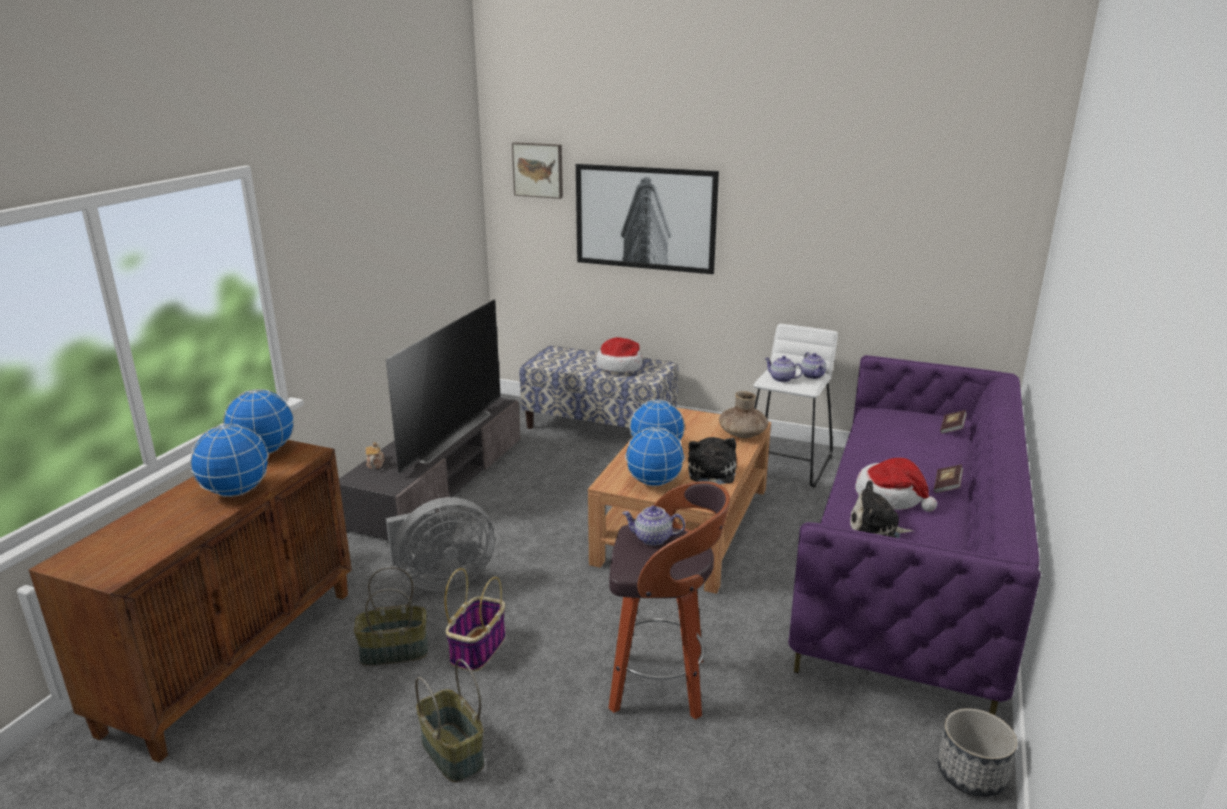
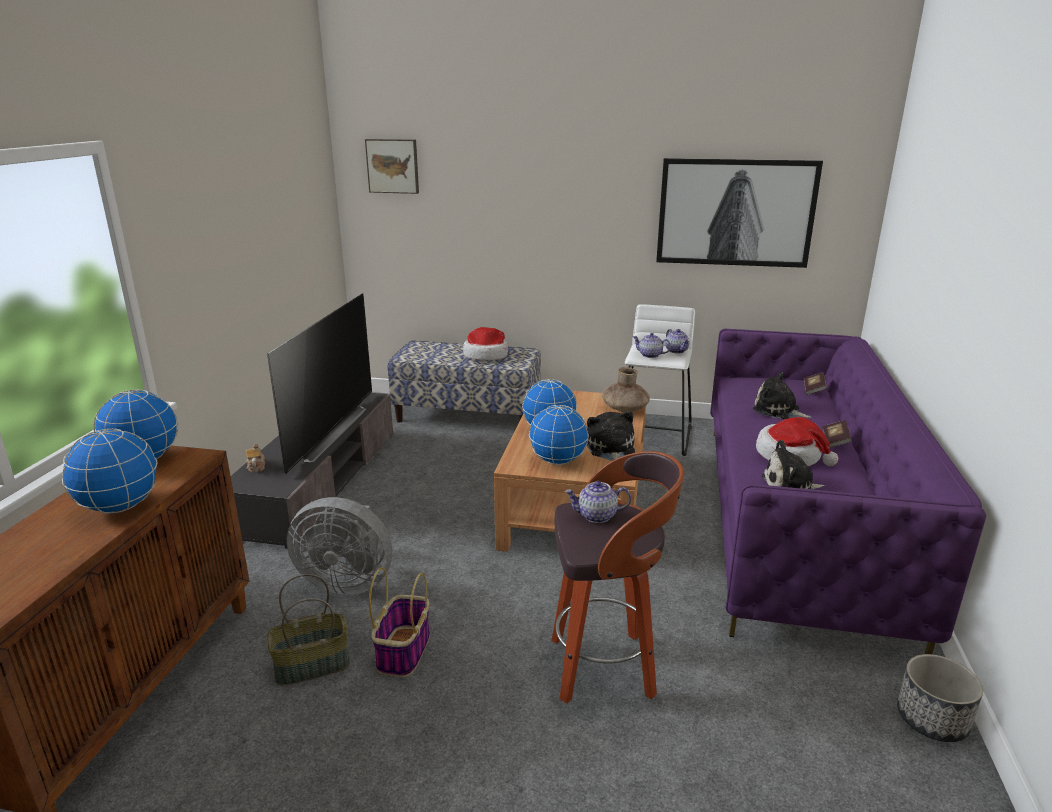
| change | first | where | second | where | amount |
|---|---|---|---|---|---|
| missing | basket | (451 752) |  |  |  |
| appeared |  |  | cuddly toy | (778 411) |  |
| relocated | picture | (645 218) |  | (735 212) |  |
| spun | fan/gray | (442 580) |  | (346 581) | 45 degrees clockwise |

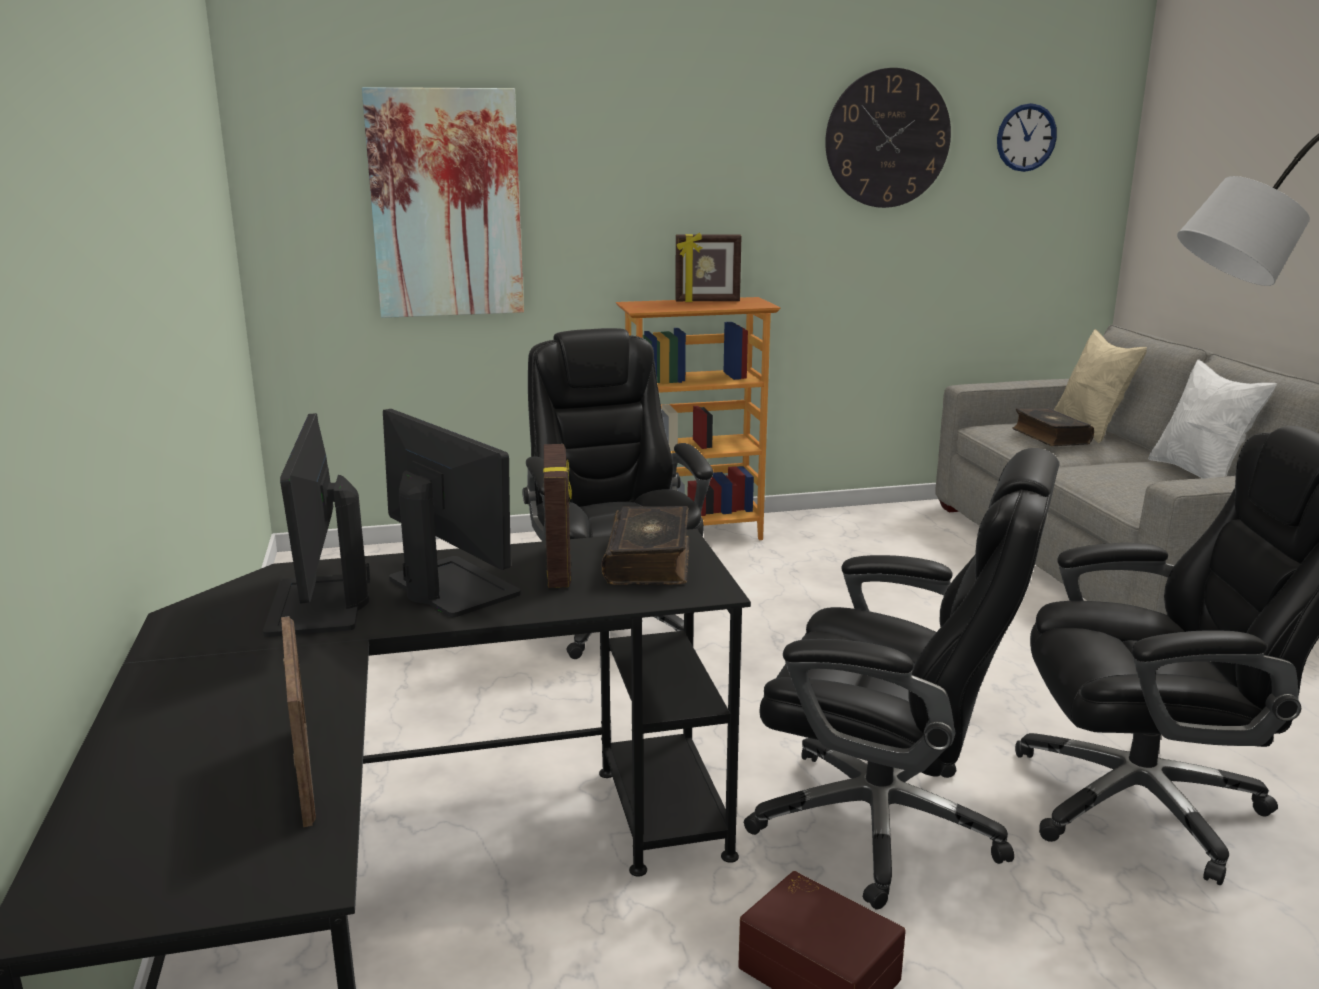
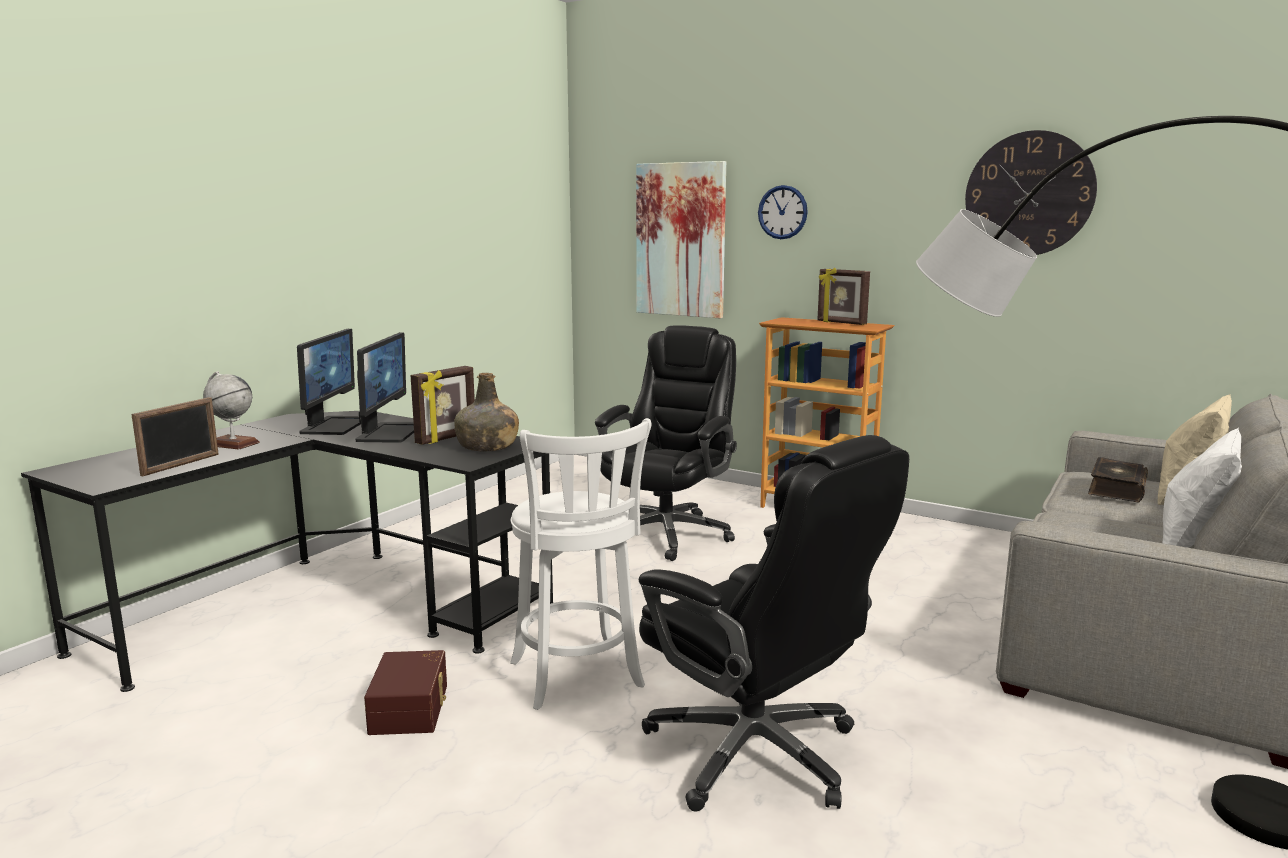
| change | first | where | second | where | amount |
|---|---|---|---|---|---|
| appeared |  |  | world globe | (233 444) |  |
| relocated | hanging clock | (1026 137) |  | (782 212) |  |
| exchanged | volume | (650 560) | bottle/green-coloured | (487 446) |  |
| exchanged | computer chair/blackish | (885 824) | stool/white | (578 678) |  |
| spun | monitor | (319 605) |  | (333 426) | 150 degrees clockwise |

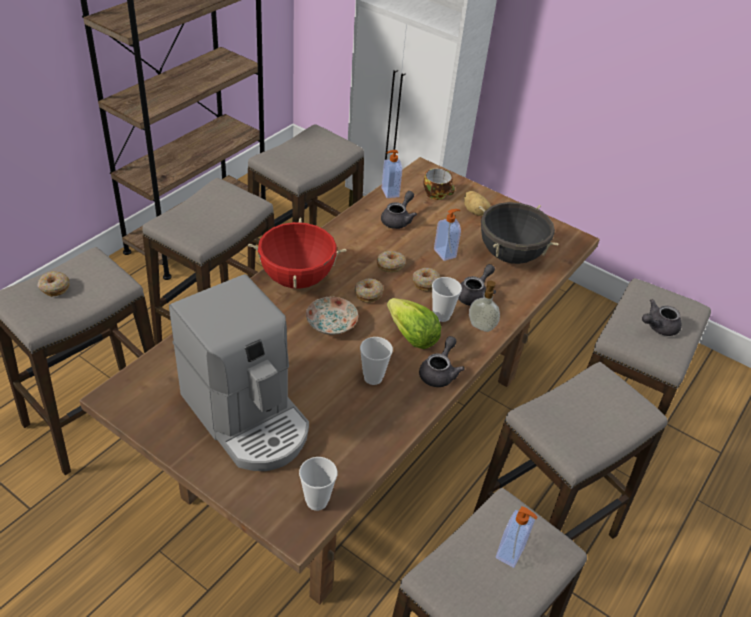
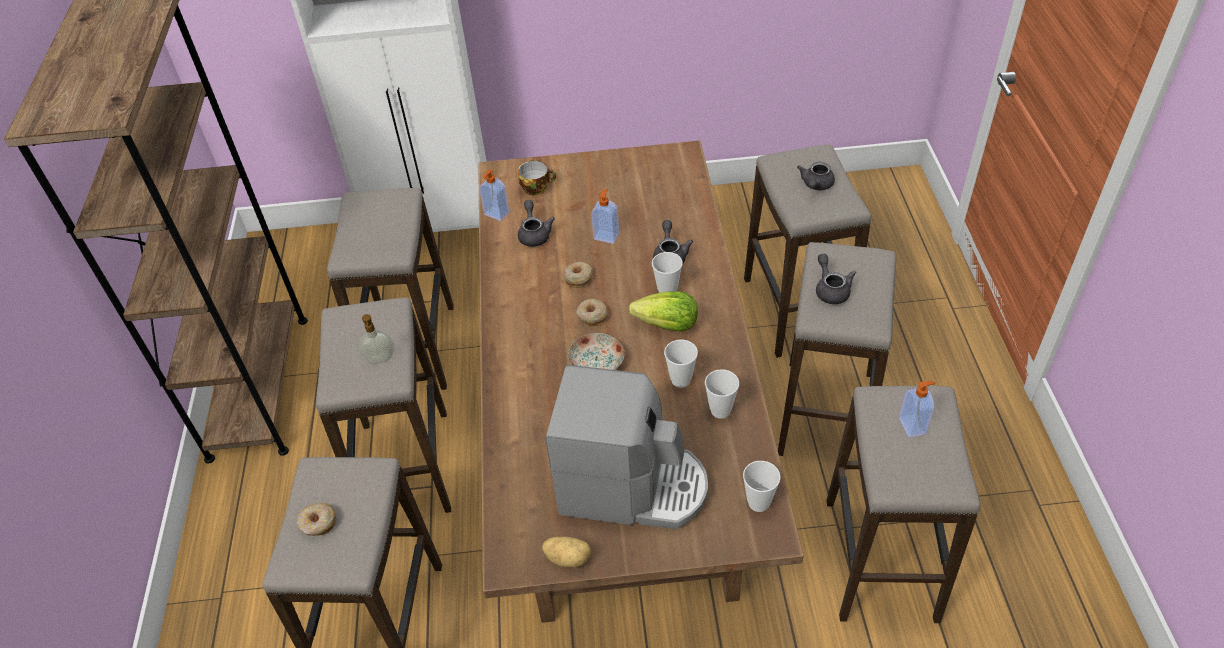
| change | first | where | second | where | amount |
|---|---|---|---|---|---|
| missing | saucepot/reddish | (297 279) |  |  |  |
| missing | doughnut | (425 283) |  |  |  |
| missing | saucepot/blackish | (510 255) |  |  |  |
| appeared |  |  | drinking cup | (720 410) |  |
| relocated | pot for tea/gray | (439 372) |  | (831 289) |  |
| relocated | spud | (475 212) |  | (568 557) |  |
| relocated | liquid soap bottle | (481 327) |  | (380 359) |  |

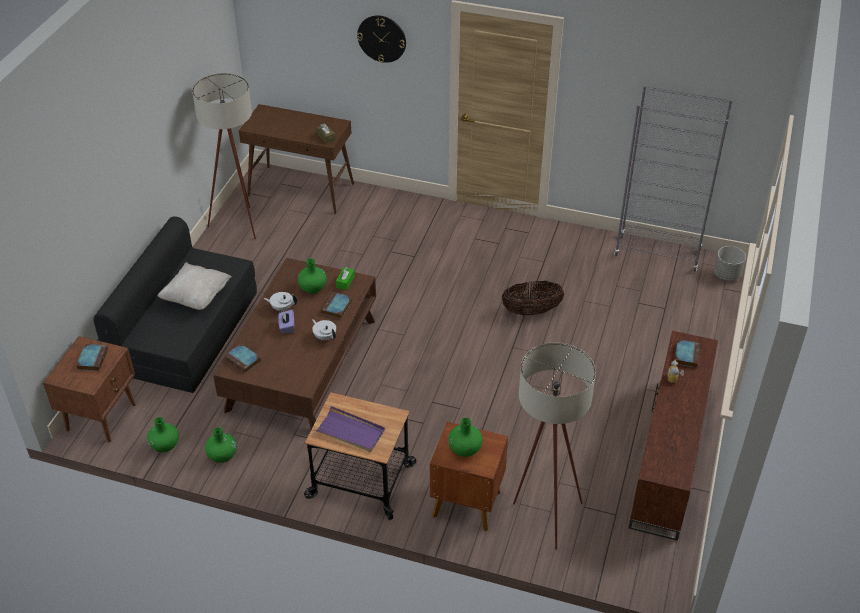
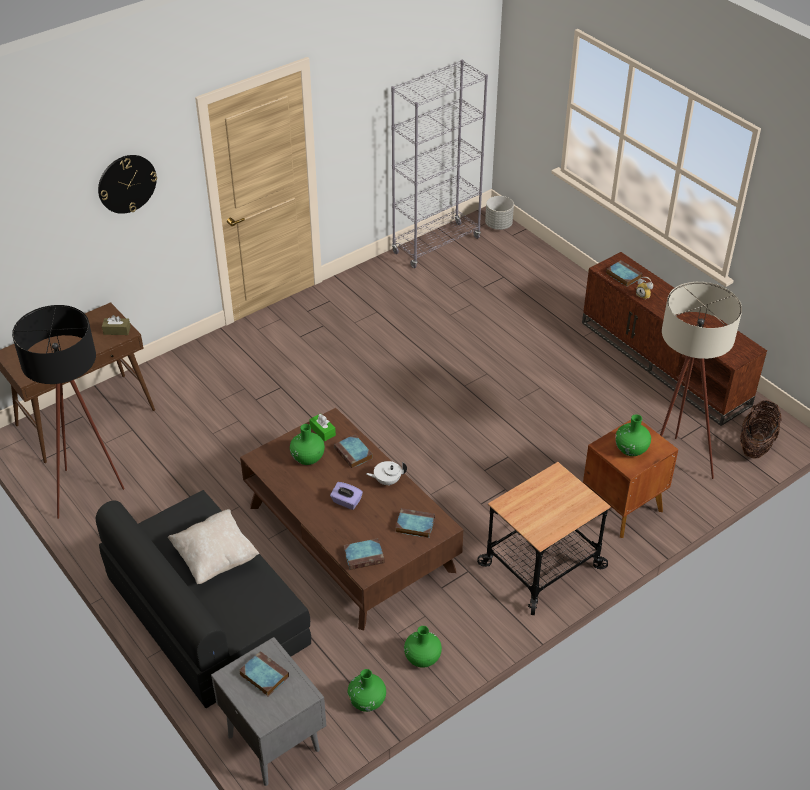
| change | first | where | second | where | amount |
|---|---|---|---|---|---|
| missing | pot for tea/white | (282 308) |  |  |  |
| missing | carrying tray/purplish | (350 431) |  |  |  |
| appeared |  |  | volume | (414 525) |  |
| relocated | basket | (531 311) |  | (756 445) |  |
| colour | bedside table/brownish | (102 416) | bedside table/gray | (273 741) |  |
| colour | floor lamp/beige-coloured | (241 227) | floor lamp/blackish | (91 492) |  |

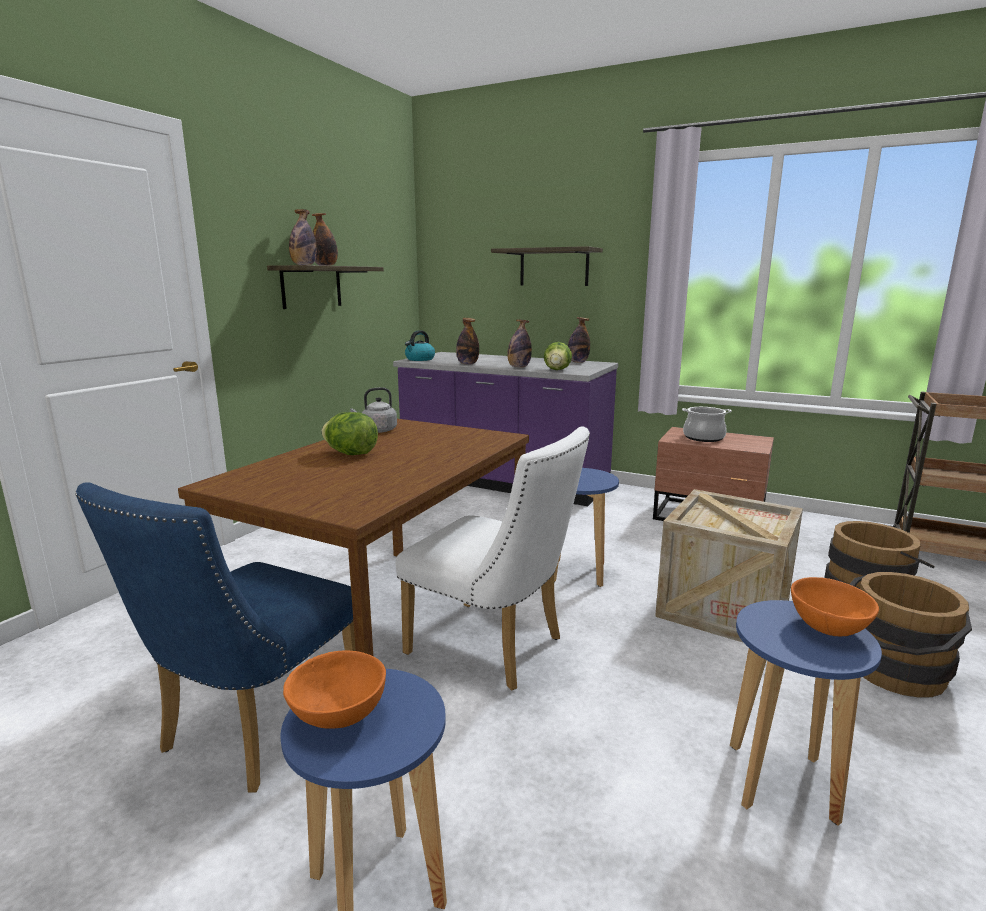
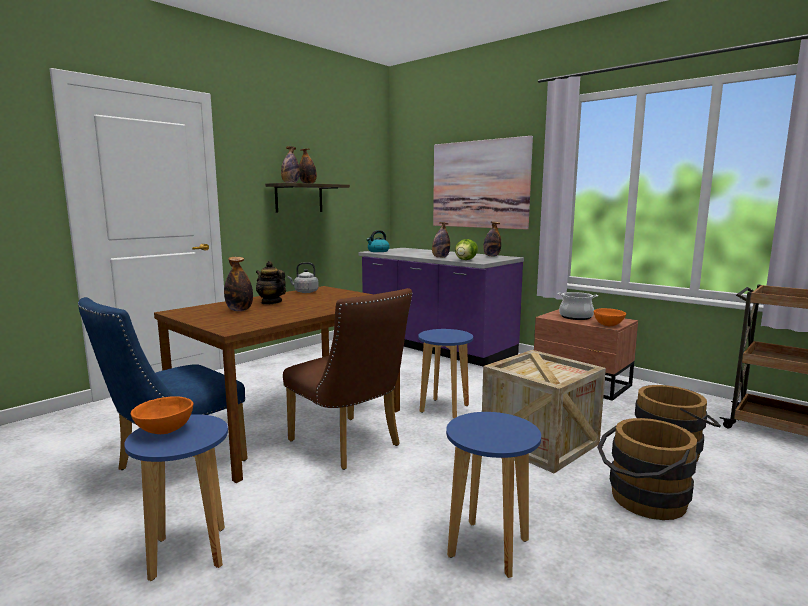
| change | first | where | second | where | amount |
|---|---|---|---|---|---|
| relocated | bottle | (467 364) |  | (239 310) |  |
| relocated | serving bowl/orangey | (829 628) |  | (609 325) |  |
| exchanged | lettuce | (351 454) | pot for tea | (271 302) |  |
| exchanged | wall shelf | (554 267) | picture | (480 184) |  |
| colour | plain chair/white | (495 649) | plain chair/brownish | (350 446) |  |

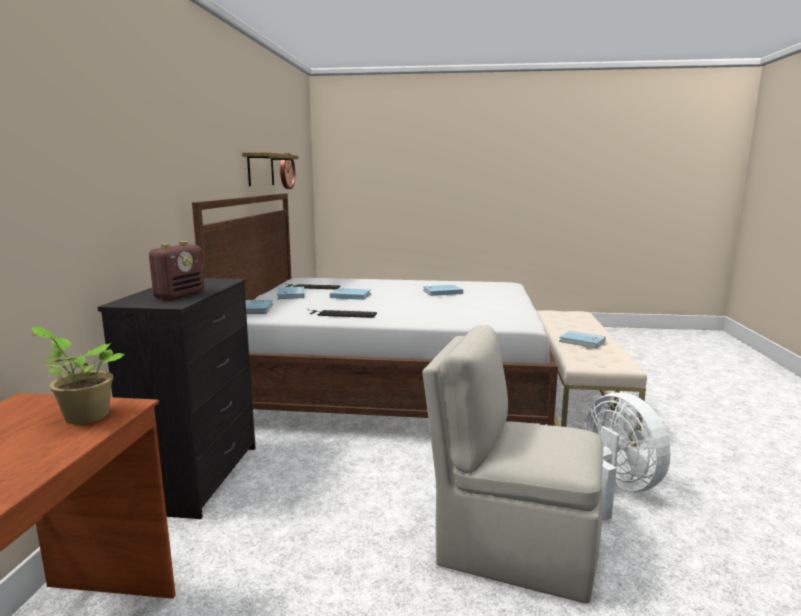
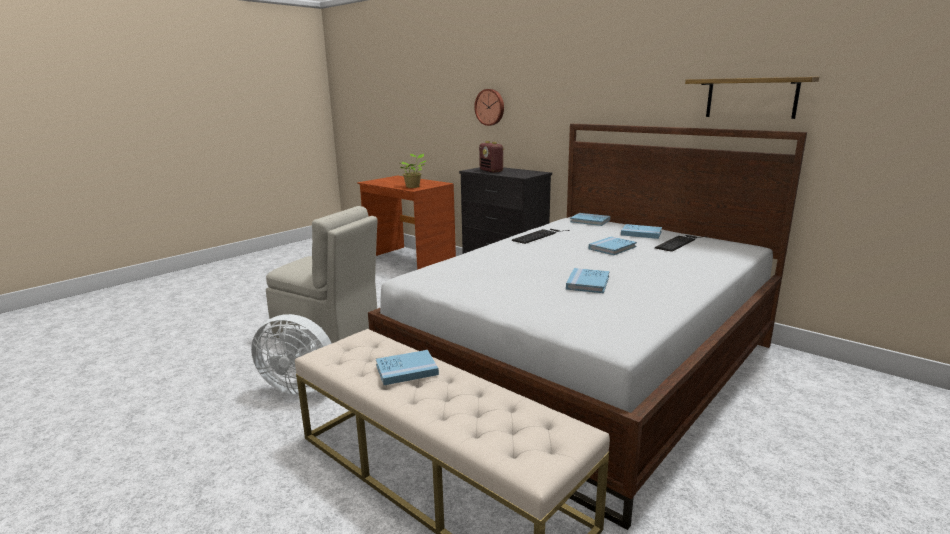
| change | first | where | second | where | amount |
|---|---|---|---|---|---|
| relocated | hanging clock | (285 171) |  | (490 107) |  |
| spun | plain chair/beige-coloured | (513 547) |  | (328 332) | 60 degrees clockwise |

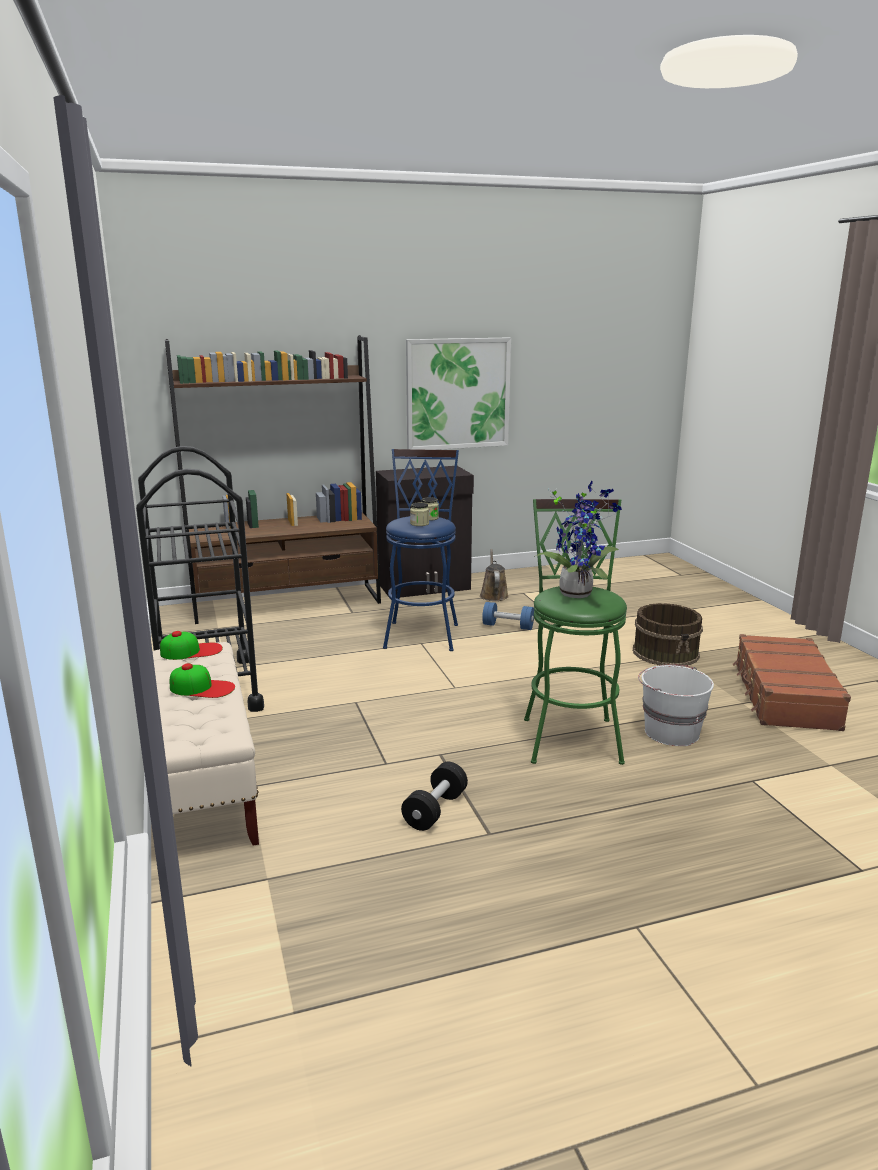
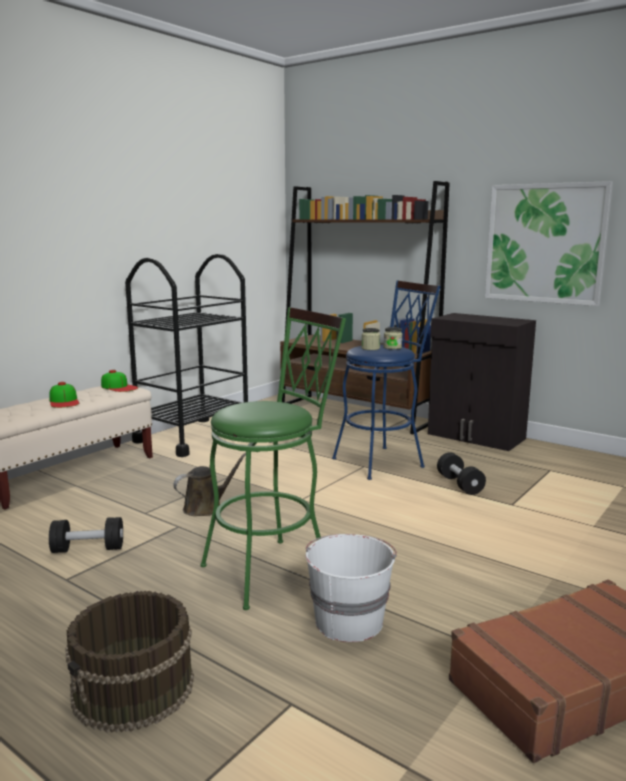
| change | first | where | second | where | amount |
|---|---|---|---|---|---|
| missing | potted plant | (577 592) |  |  |  |
| relocated | sprinkling can/brownish | (493 595) |  | (206 507) |  |
| relocated | bucket/brownish | (666 653) |  | (134 689) |  |
| colour | free weight/blue | (508 626) | free weight/blackish | (459 484) |  |

